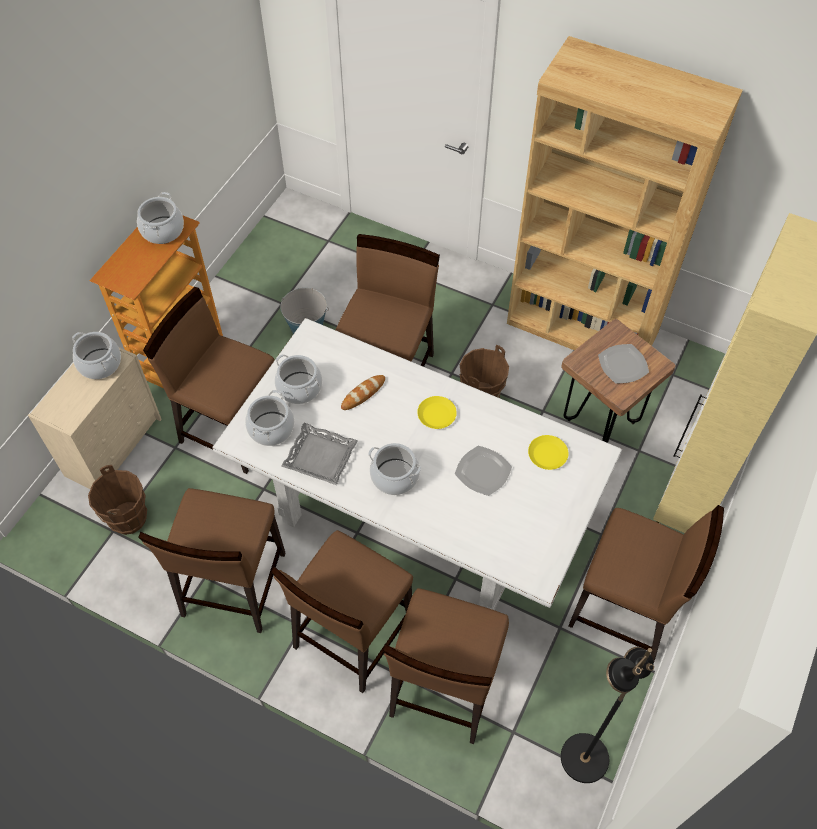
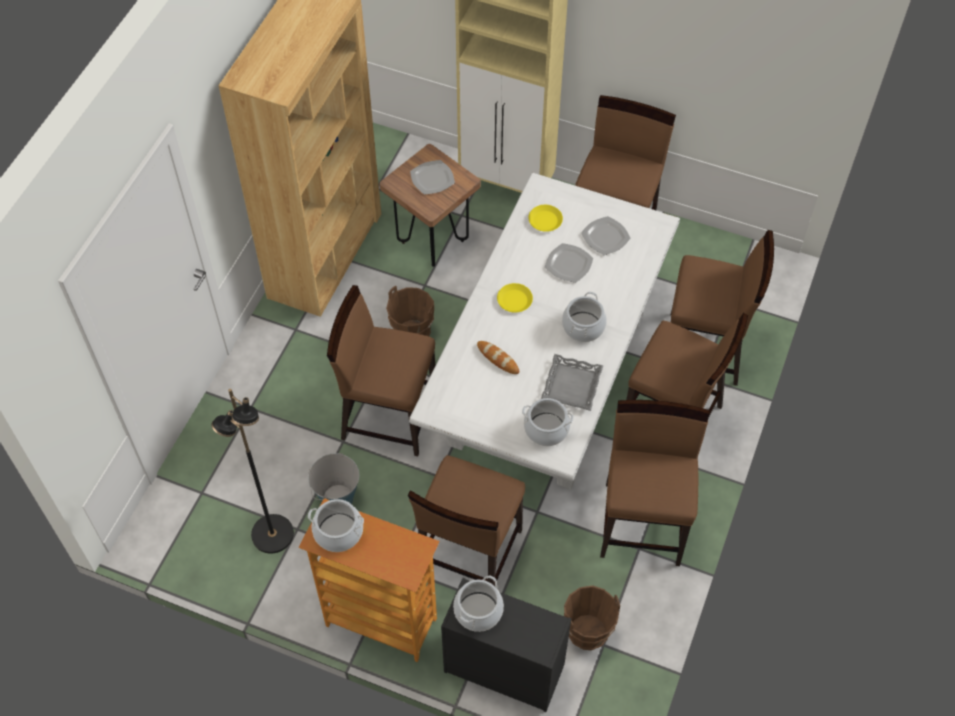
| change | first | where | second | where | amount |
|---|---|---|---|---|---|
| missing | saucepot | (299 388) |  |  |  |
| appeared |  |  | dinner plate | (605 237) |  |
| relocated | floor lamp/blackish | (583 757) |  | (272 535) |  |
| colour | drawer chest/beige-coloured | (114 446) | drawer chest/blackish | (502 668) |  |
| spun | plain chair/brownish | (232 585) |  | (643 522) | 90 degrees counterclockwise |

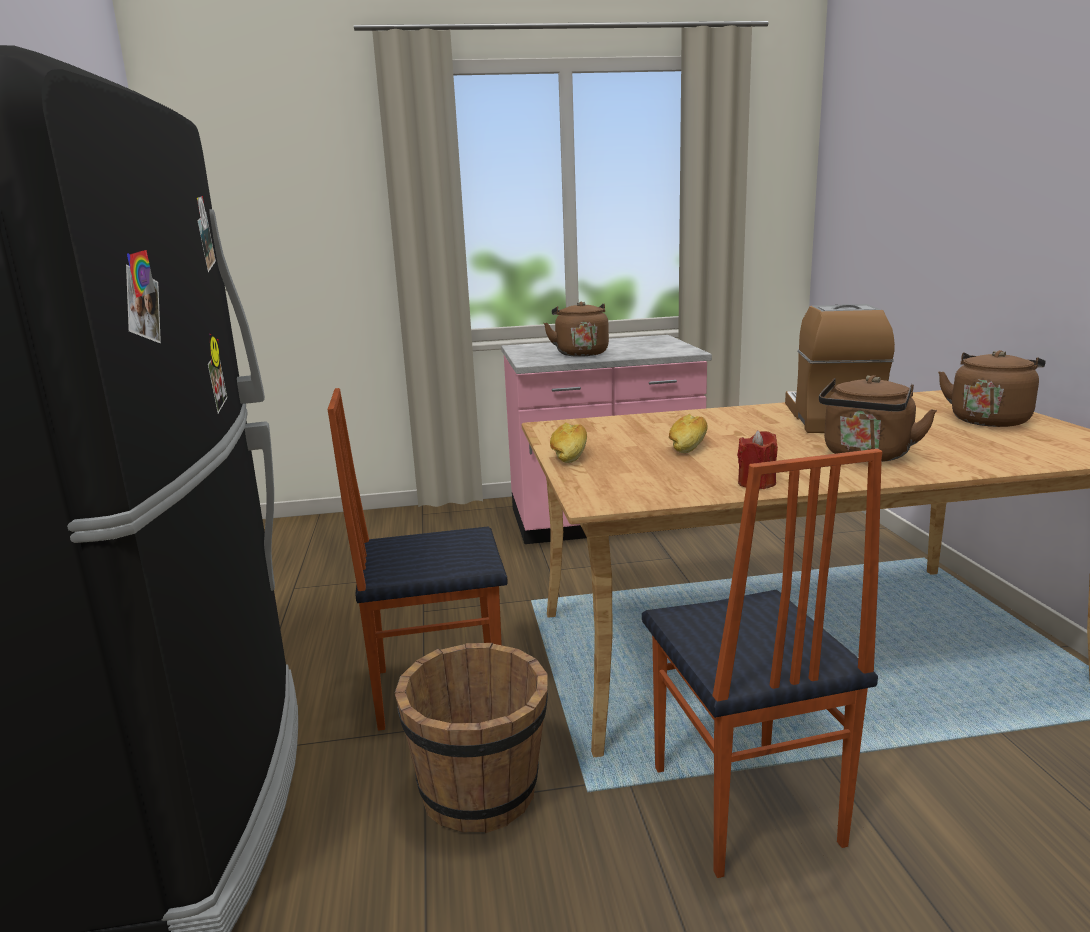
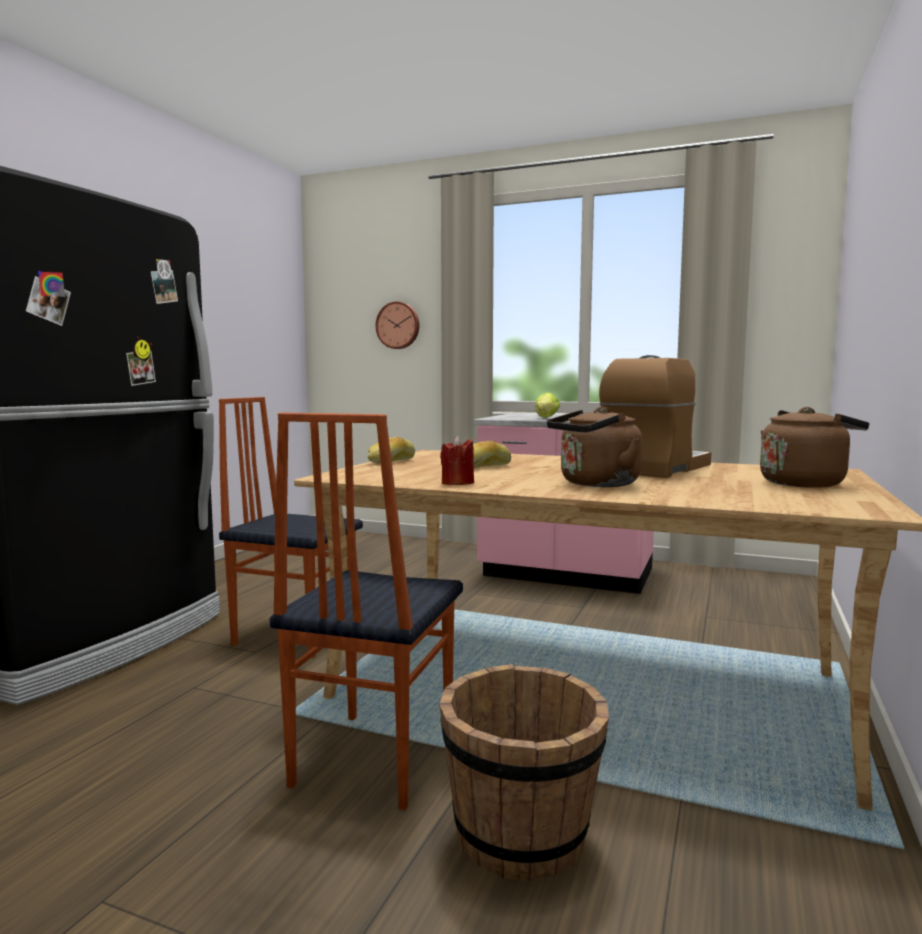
| change | first | where | second | where | amount |
|---|---|---|---|---|---|
| appeared |  |  | hanging clock | (398 325) |  |
| relocated | bucket/brownish | (481 793) |  | (521 837) |  |
| exchanged | kettle/brownish | (580 353) | lettuce | (545 417) |  |

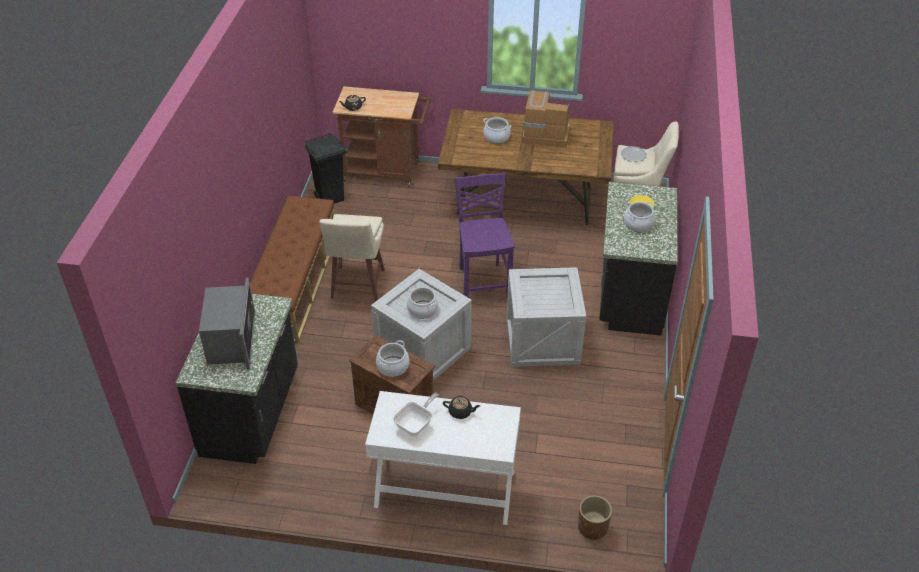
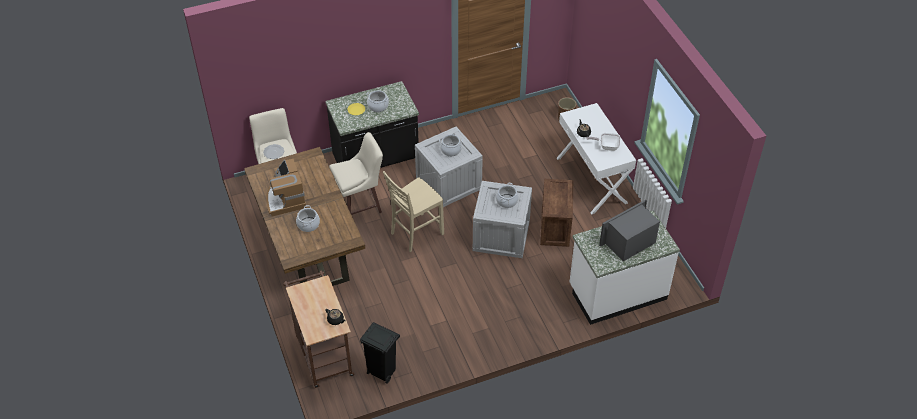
| change | first | where | second | where | amount |
|---|---|---|---|---|---|
| missing | long seat/brownish | (295 284) |  |  |  |
| relocated | stool/beige-coloured | (357 285) |  | (360 206) |  |
| relocated | saucepot | (392 366) |  | (451 150) |  |
| colour | kitchen base unit/blackish | (252 413) | kitchen base unit/white | (617 292) |  |
| colour | plain chair/purplish | (483 282) | plain chair/beige-coloured | (415 233) |  |

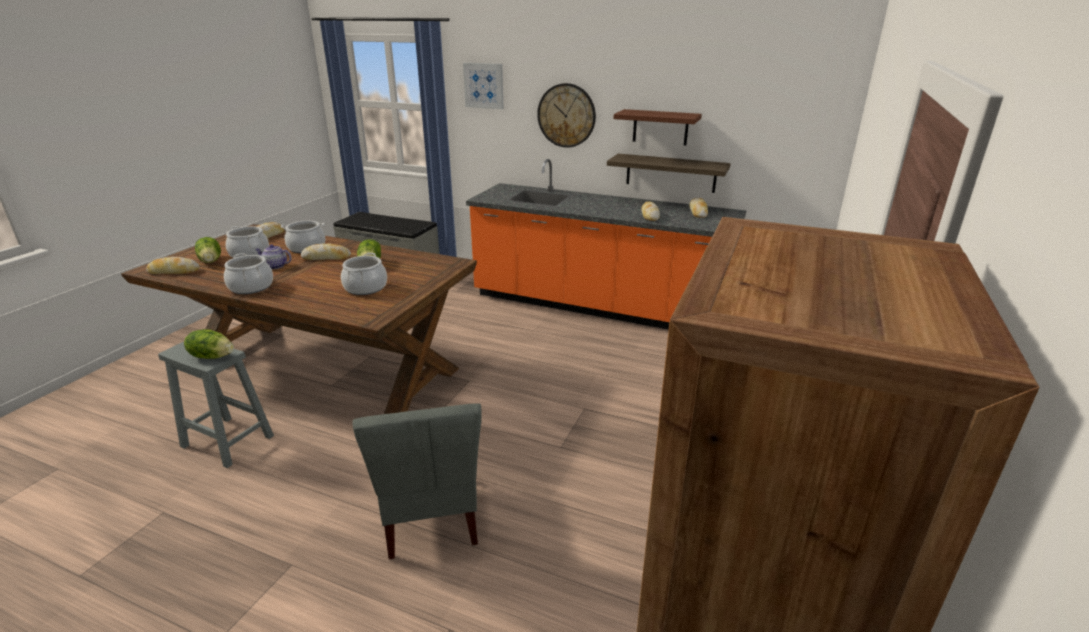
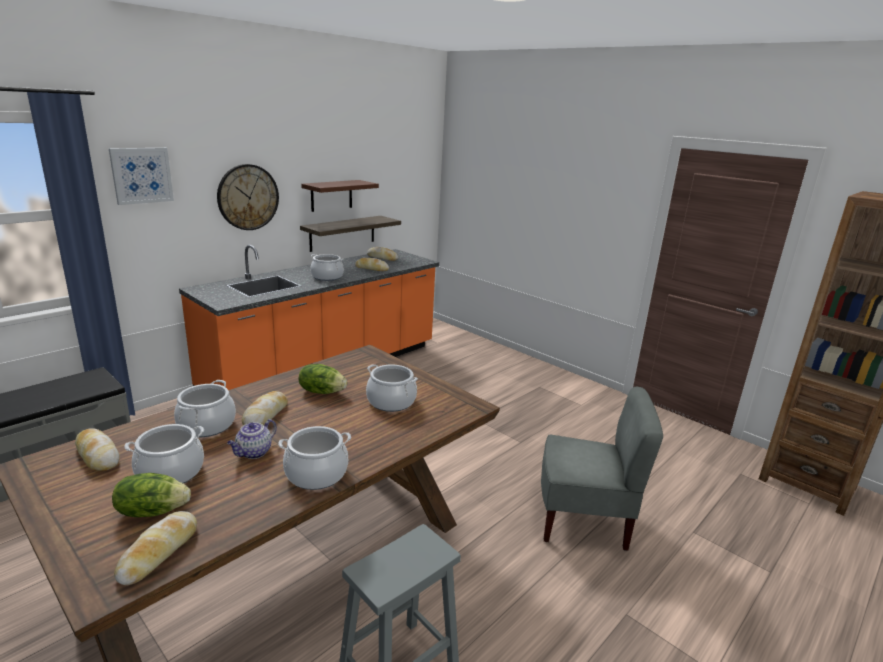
| change | first | where | second | where | amount |
|---|---|---|---|---|---|
| missing | lettuce | (212 356) |  |  |  |
| appeared |  |  | saucepot | (327 277) |  |

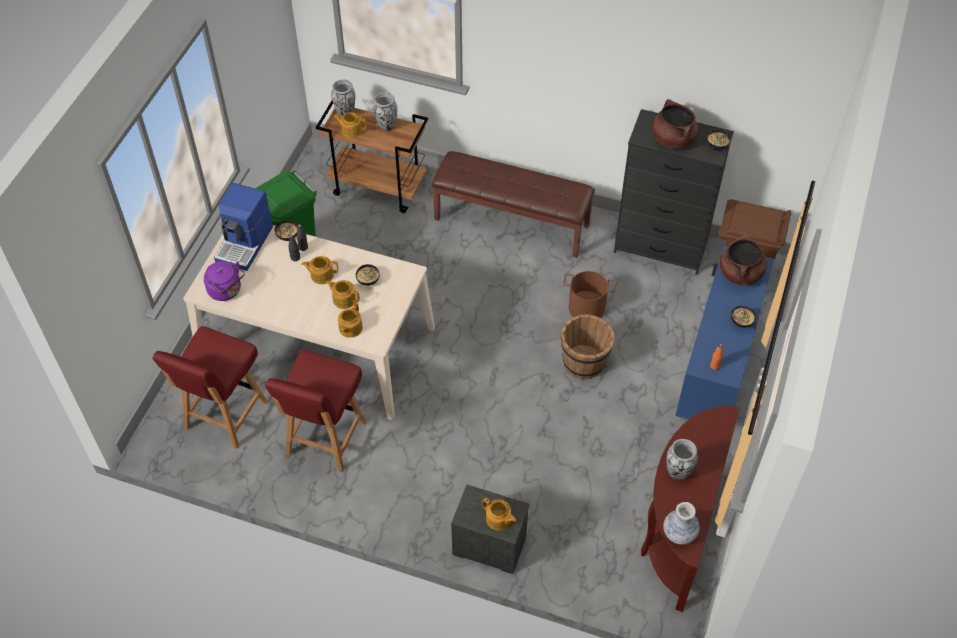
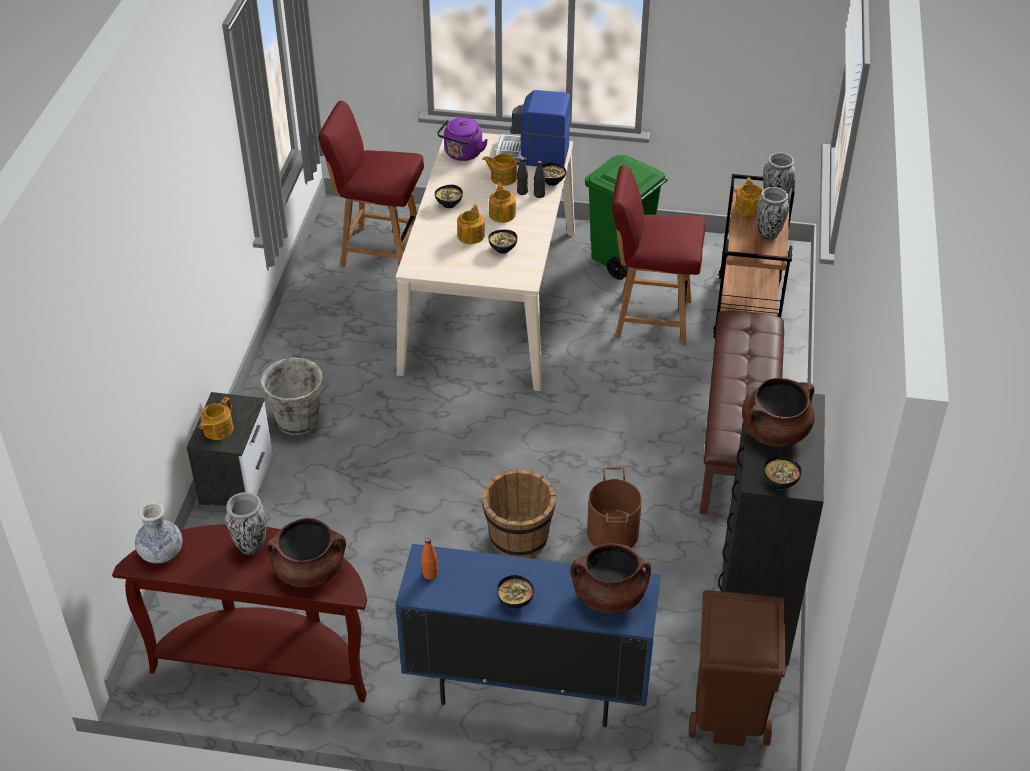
| change | first | where | second | where | amount |
|---|---|---|---|---|---|
| appeared |  |  | bucket/gray | (299 421) |  |
| appeared |  |  | saucepot/brownish | (310 570) |  |
| appeared |  |  | serving bowl | (449 204) |  |
| relocated | plain chair/reddish | (325 440) |  | (651 318) |  |
| relocated | pot for tea | (350 328) |  | (503 178) |  |

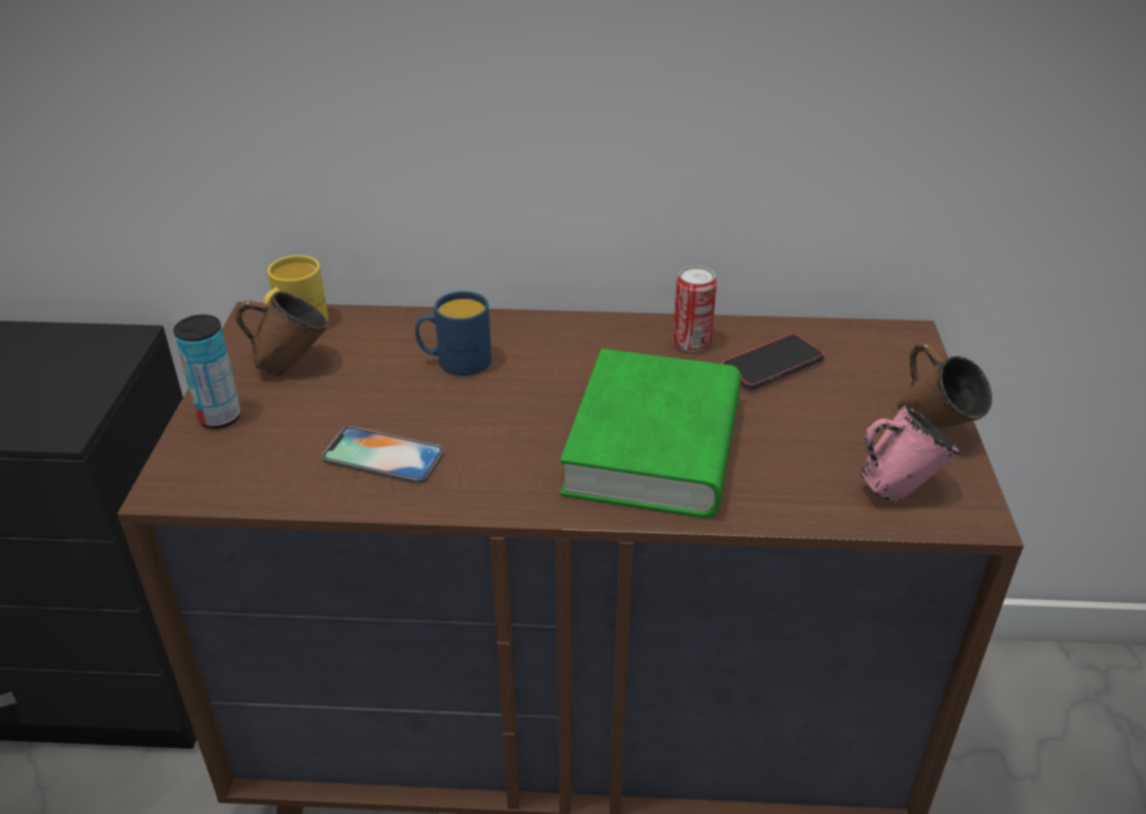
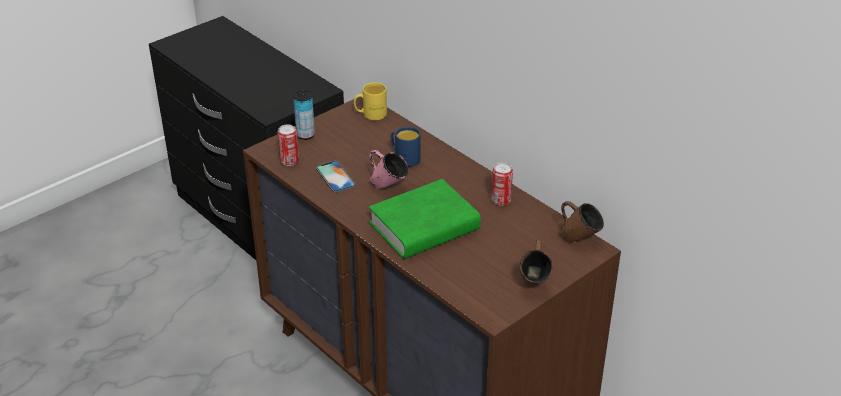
| change | first | where | second | where | amount |
|---|---|---|---|---|---|
| missing | phone | (771 365) |  |  |  |
| appeared |  |  | sealed can | (289 161) |  |
| relocated | mug/brownish | (290 366) |  | (579 240) |  |
| relocated | mug/pink | (897 489) |  | (388 187) |  |

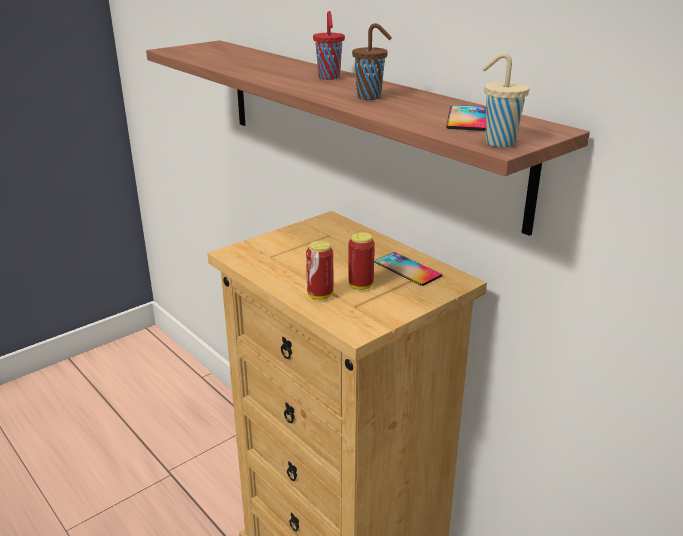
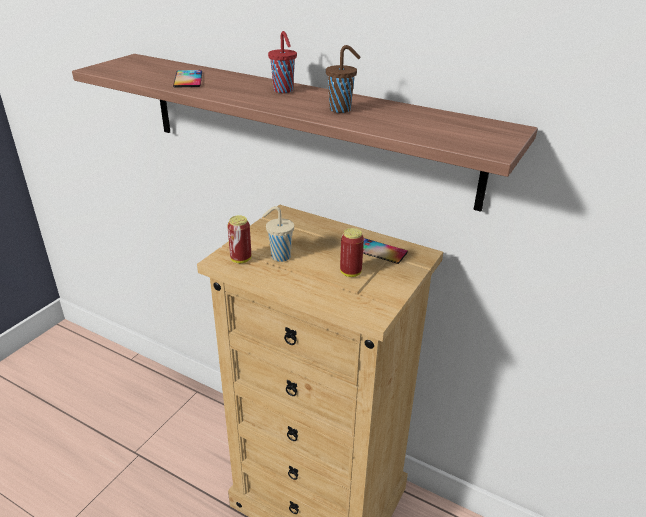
| change | first | where | second | where | amount |
|---|---|---|---|---|---|
| relocated | sealed can | (320 295) |  | (241 259) |  |
| relocated | phone | (467 118) |  | (188 79) |  |
| relocated | drinking cup/beige-coloured | (498 143) |  | (279 256) |  |

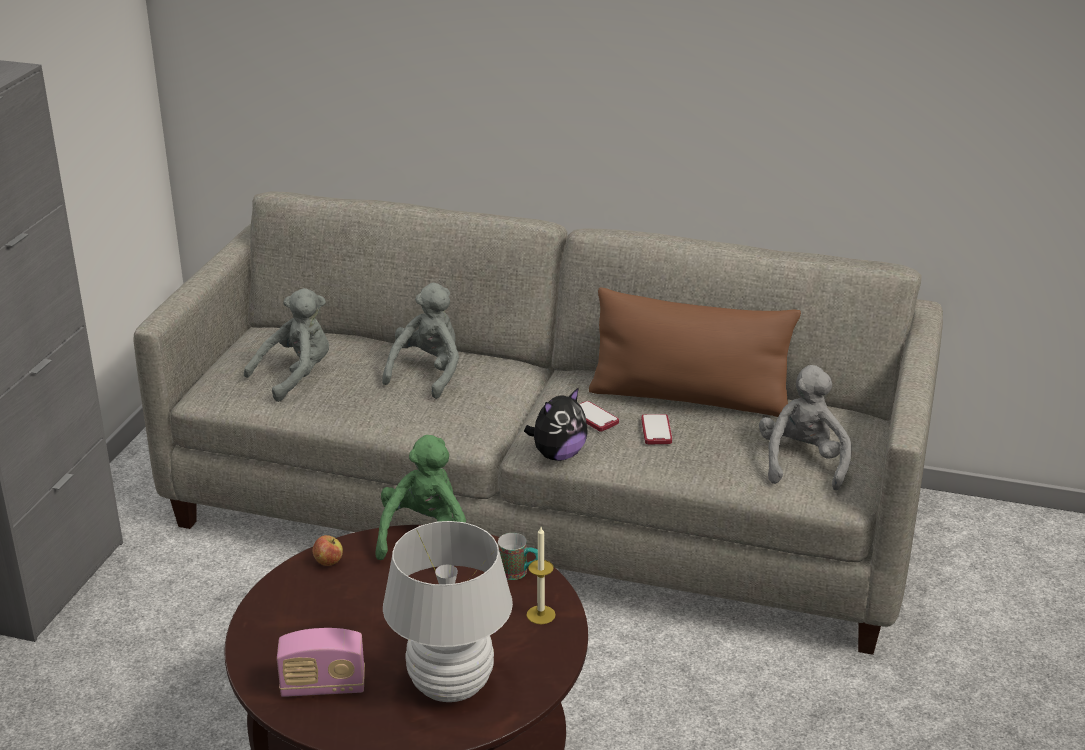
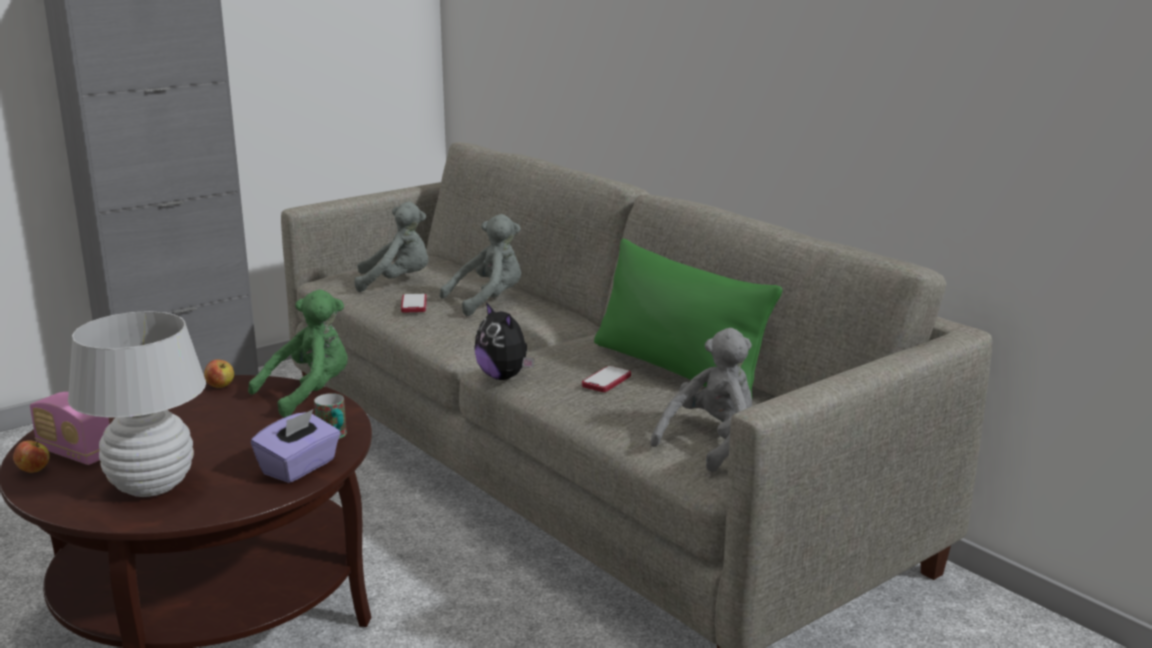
| change | first | where | second | where | amount |
|---|---|---|---|---|---|
| appeared |  |  | whole apple | (34 470) |  |
| relocated | phone | (594 418) |  | (414 305) |  |
| exchanged | wax light | (541 615) | tissue box/purplish | (299 467) |  |
| colour | throw pillow/brownish | (689 398) | throw pillow/green-coloured | (677 370) |  |
| spun | cuddly toy | (558 455) |  | (504 377) | 60 degrees clockwise |

